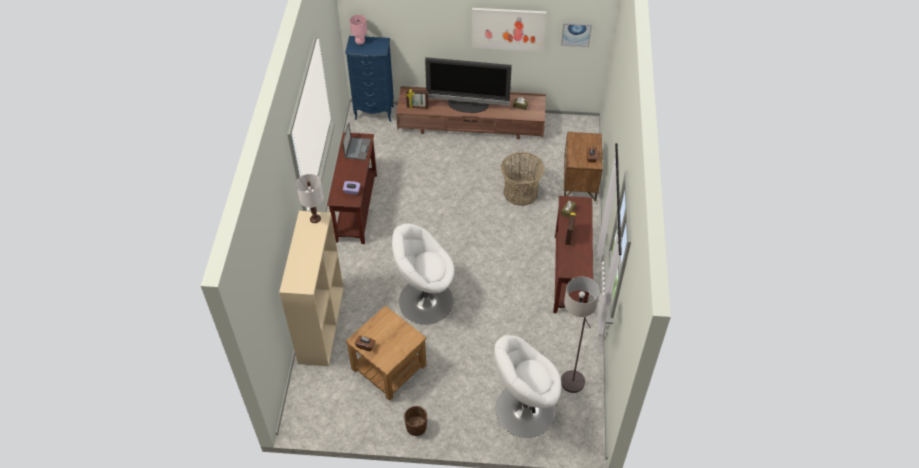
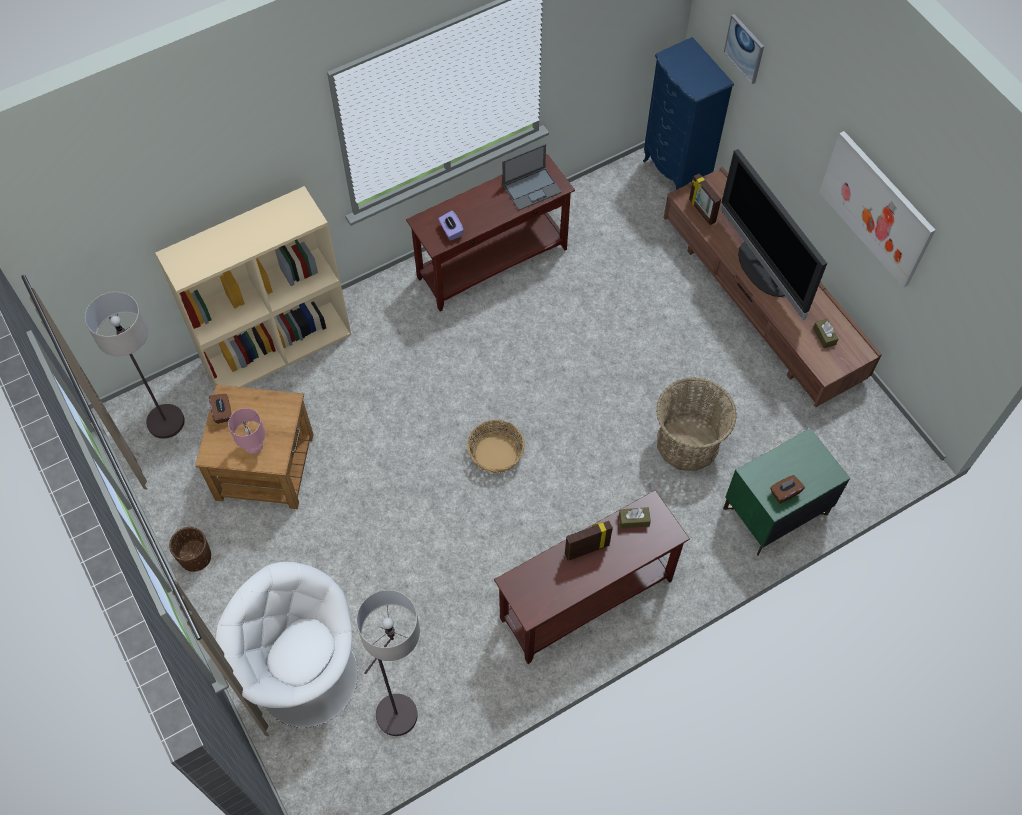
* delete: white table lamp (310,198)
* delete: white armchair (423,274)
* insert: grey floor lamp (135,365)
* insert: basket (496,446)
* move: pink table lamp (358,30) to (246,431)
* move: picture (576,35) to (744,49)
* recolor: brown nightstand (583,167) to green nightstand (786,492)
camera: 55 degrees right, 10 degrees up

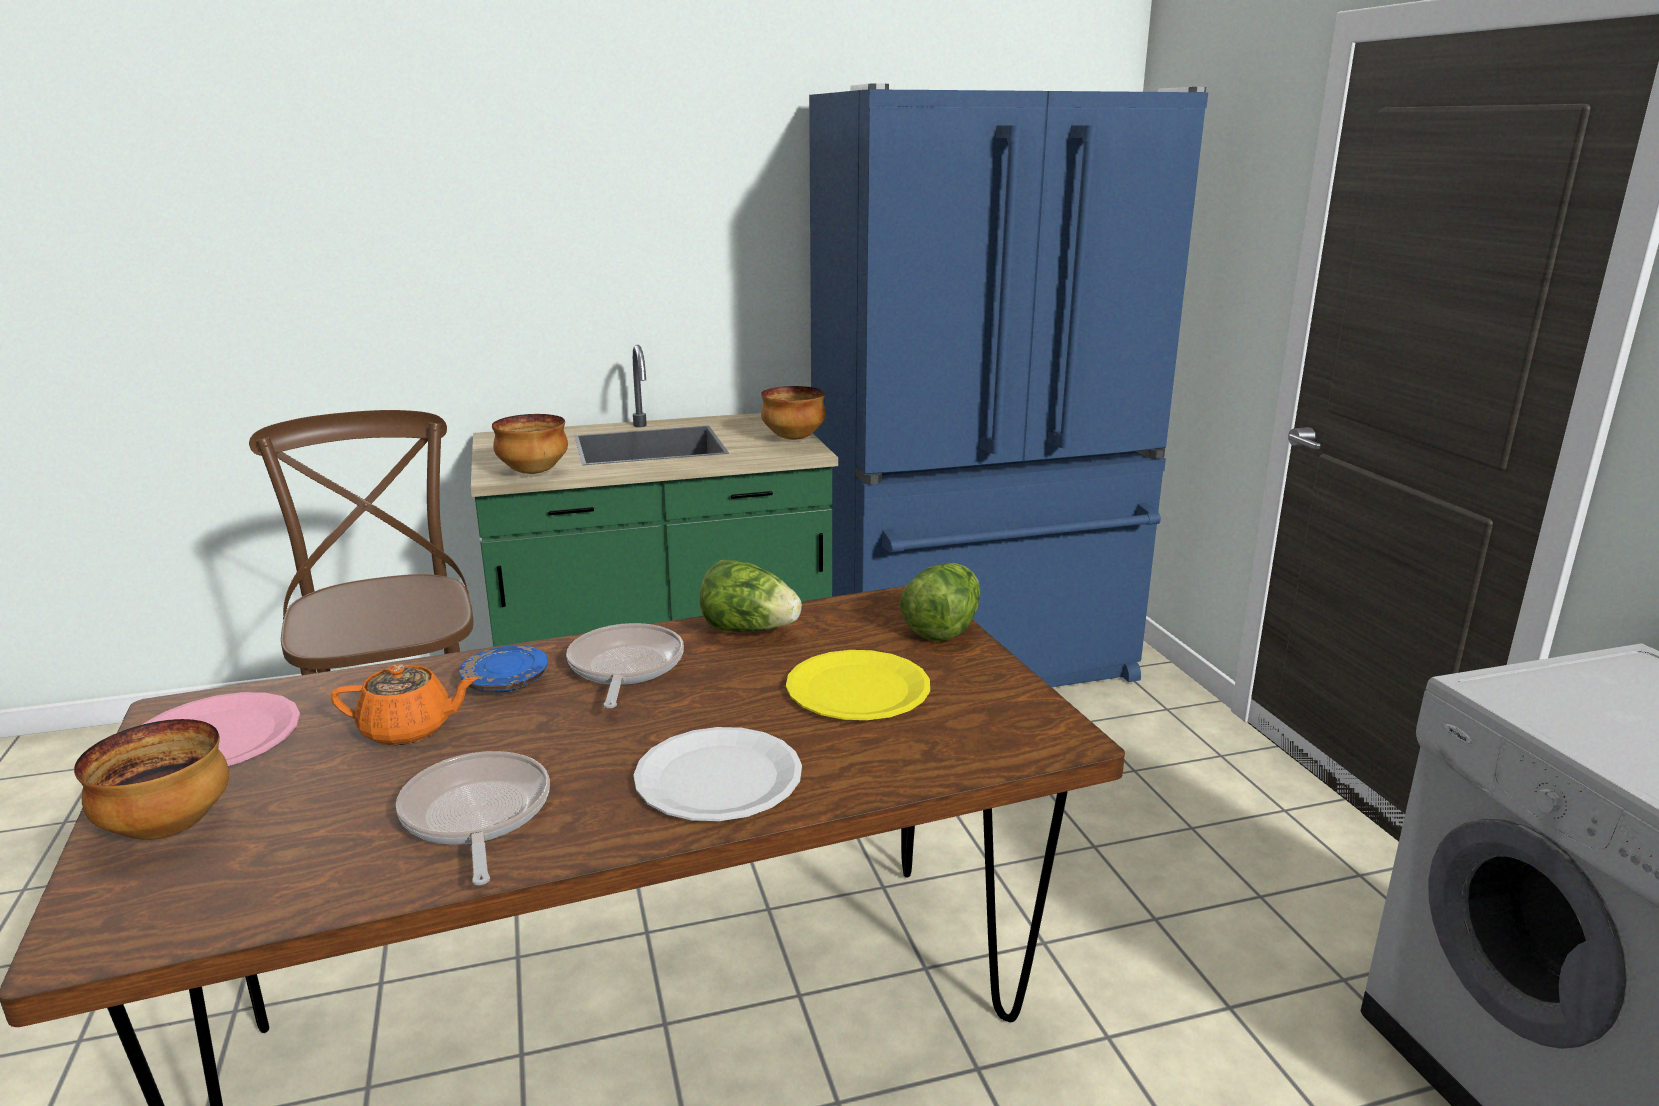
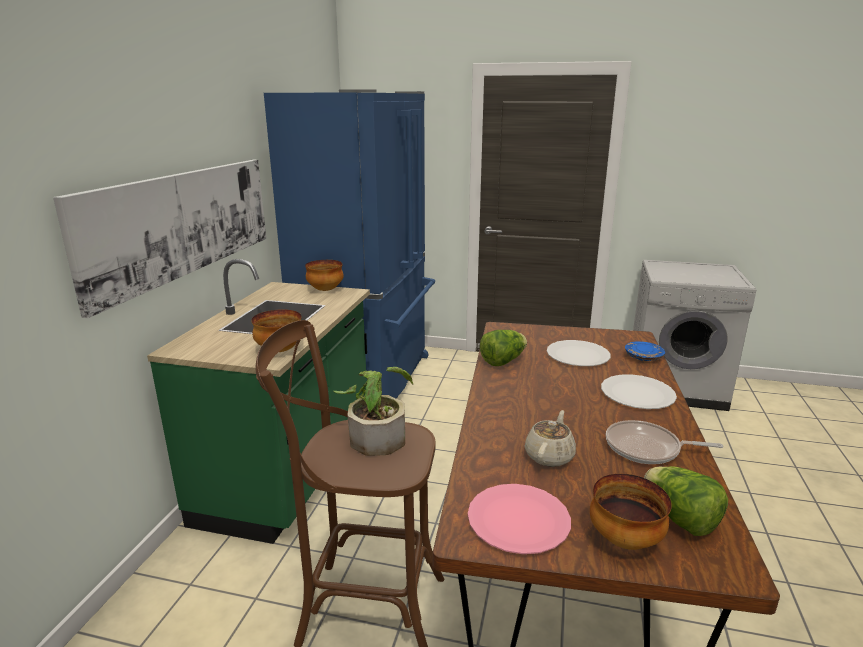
* delete: frying pan (625,665)
* insert: picture (159,239)
* insert: potted plant (373,411)
* move: blue plate (503,668) to (645,351)
* move: lettuce (940,602) to (686,501)
* recolor: orange teapot (404,704) to beige teapot (550,438)
* recolor: yellow plate (858,685) to white plate (578,353)
camera: 60 degrees left, 0 degrees up

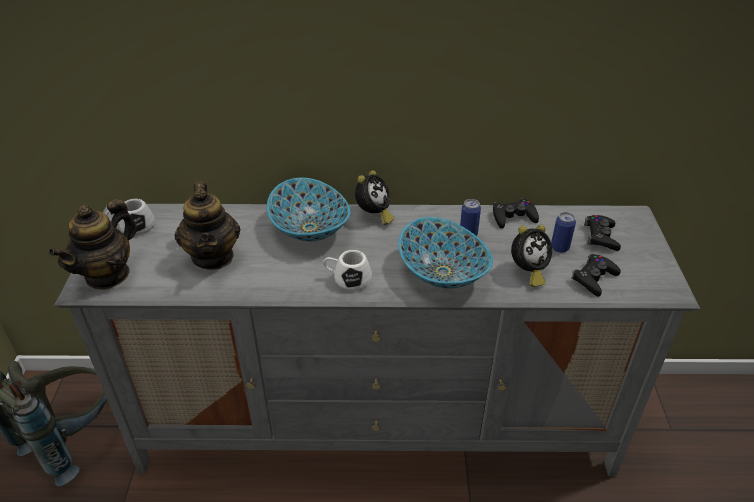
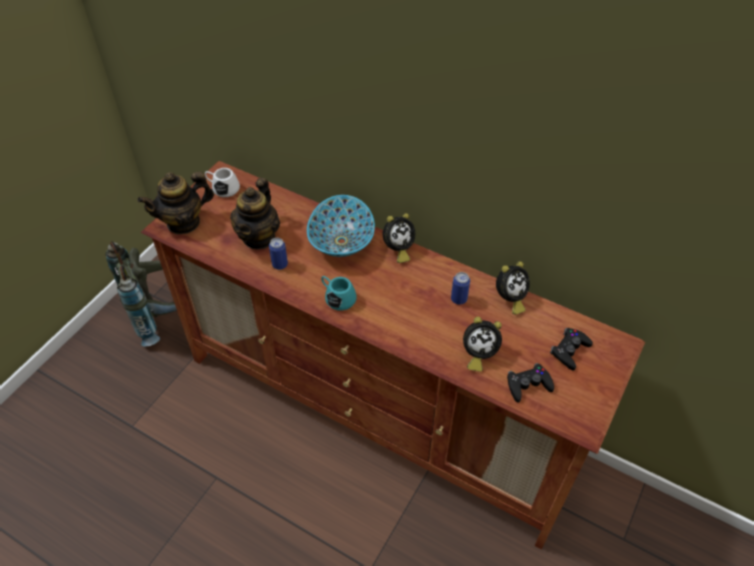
* delete: bowl (445,253)
* move: can (563,232) to (278,254)
* replace: black game controller (516,213) to alarm clock (513,288)
* recolor: grey dresser (377,340) to brown dresser (392,355)
* recolor: white mug (347,270) to turquoise mug (339,293)
camera: 30 degrees right, 10 degrees up

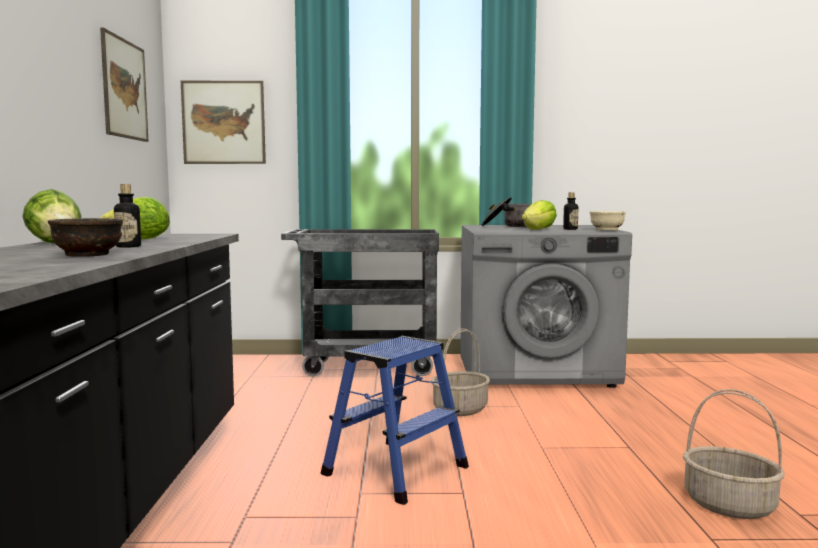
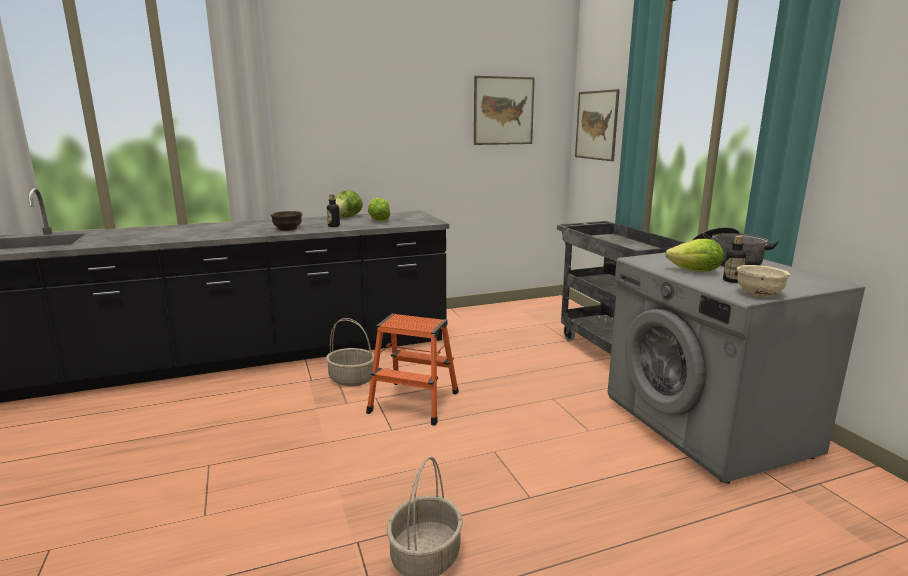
* move: basket (461,372) to (350,352)
* recolor: blue step ladder (395,420) to orange step ladder (412,369)
camera: 70 degrees right, 10 degrees up

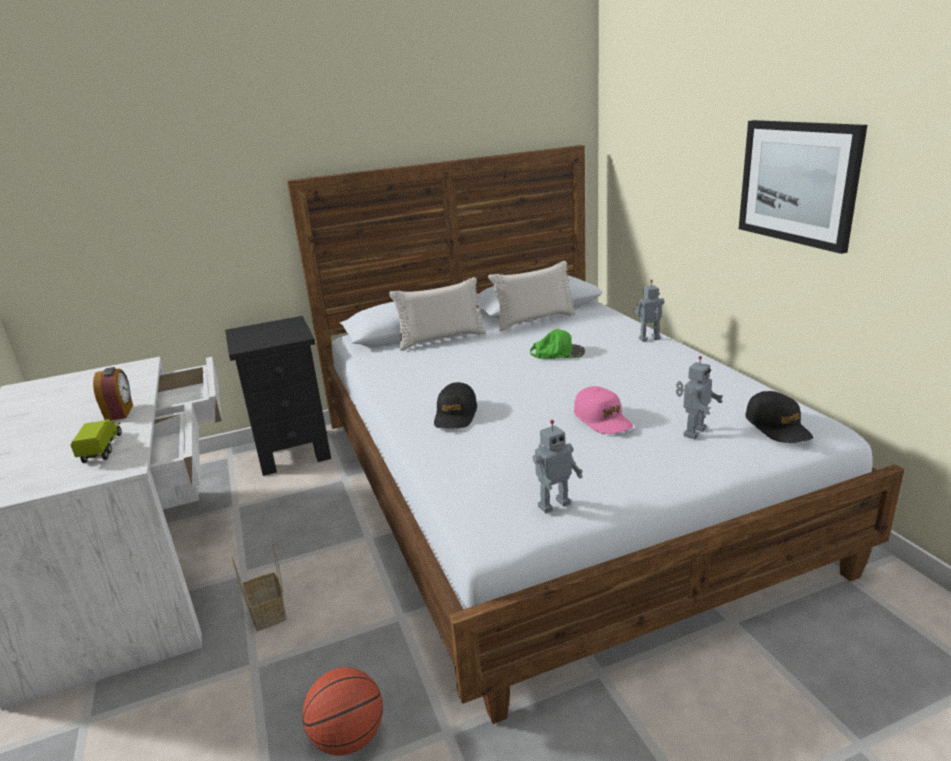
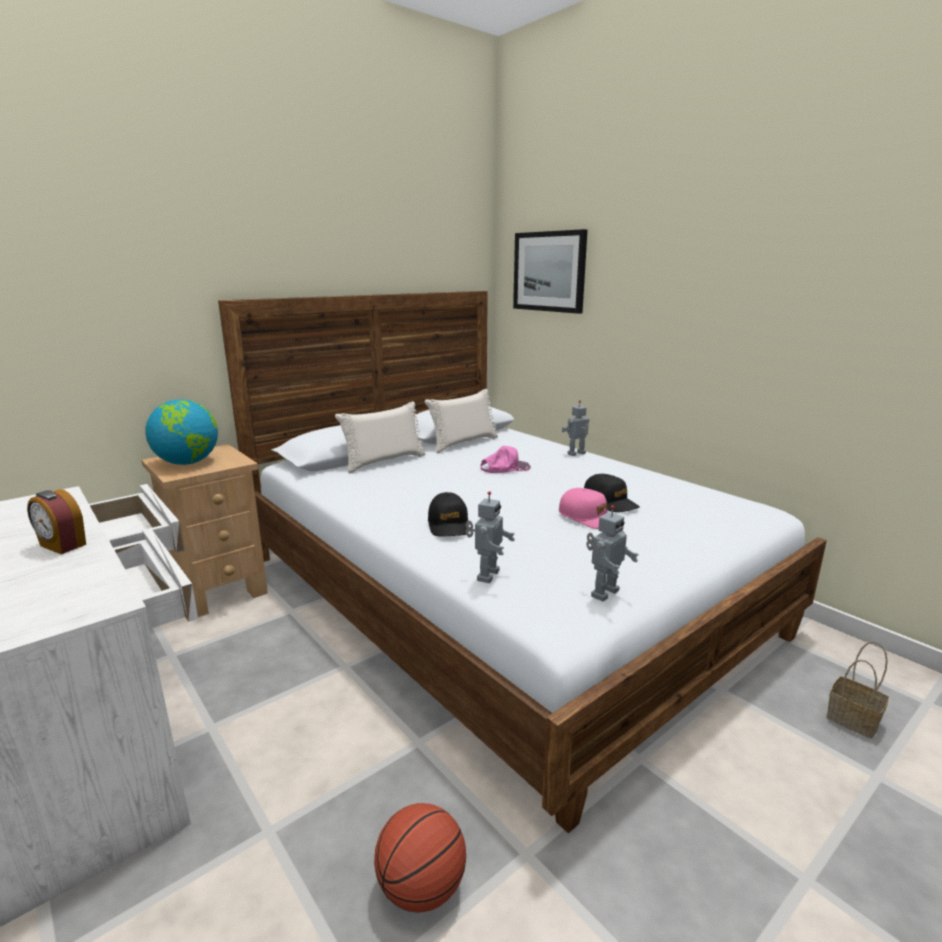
* delete: toy truck (96,441)
* insert: globe (182,432)
* move: basket (259,587) to (857,690)
* move: toy robot (699,397) to (490,537)
* move: picture (803,187) to (550,271)
* move: black cap (779,417) to (611,493)
* recolor: black nightstand (278,396) to beige nightstand (204,530)
* recolor: green cap (557,344) to pink cap (505,459)
* rotate: alarm clock (113,394) = (56,522) 150 degrees clockwise
camera: 20 degrees left, 5 degrees down

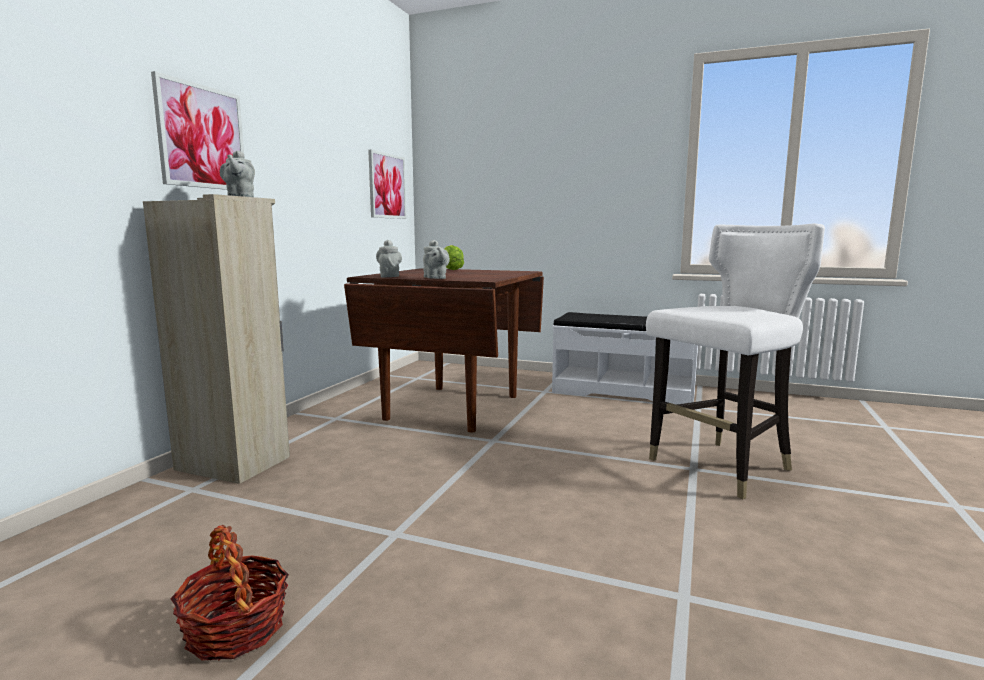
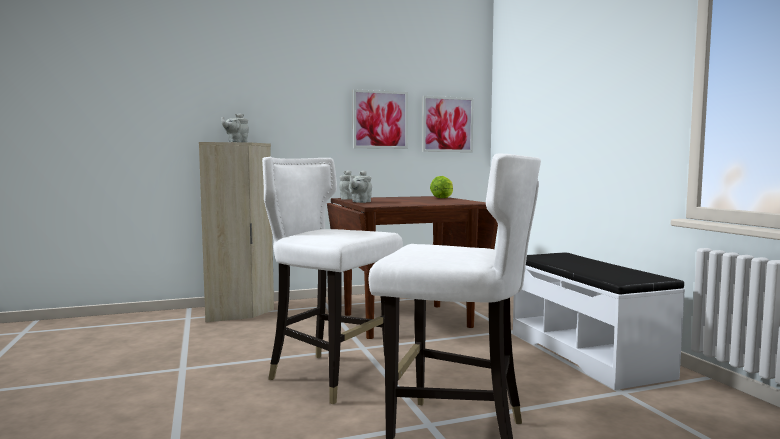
* delete: basket (229,593)
* insert: white chair (332,280)
* move: picture (198,130) to (380,119)
camera: 50 degrees right, 5 degrees down

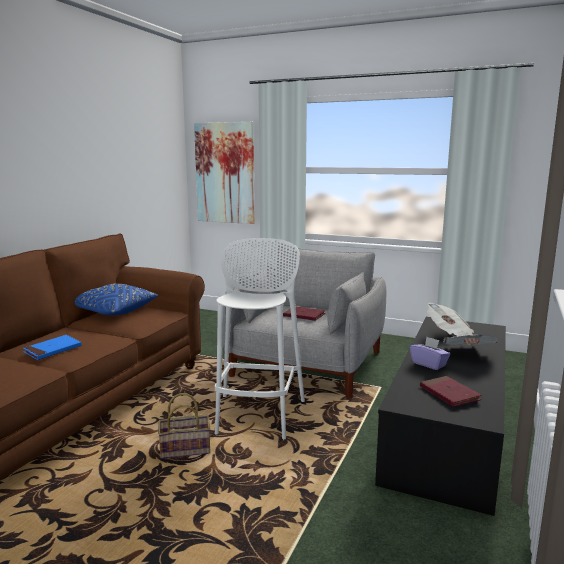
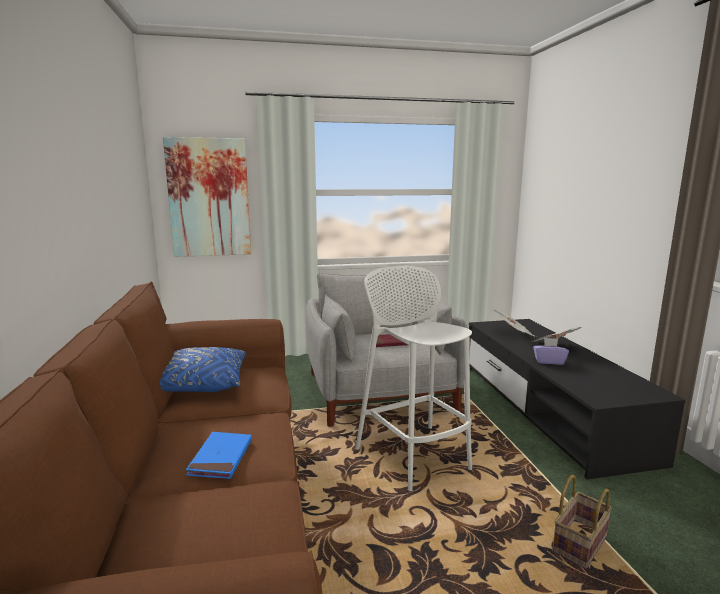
* delete: red book (451,391)
* move: basket (184,426) to (582,522)
camera: 35 degrees left, 0 degrees up

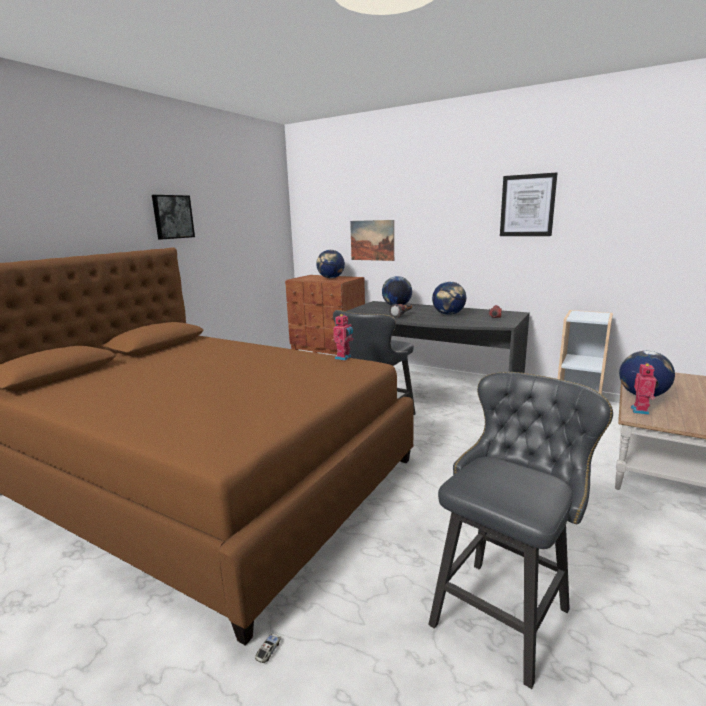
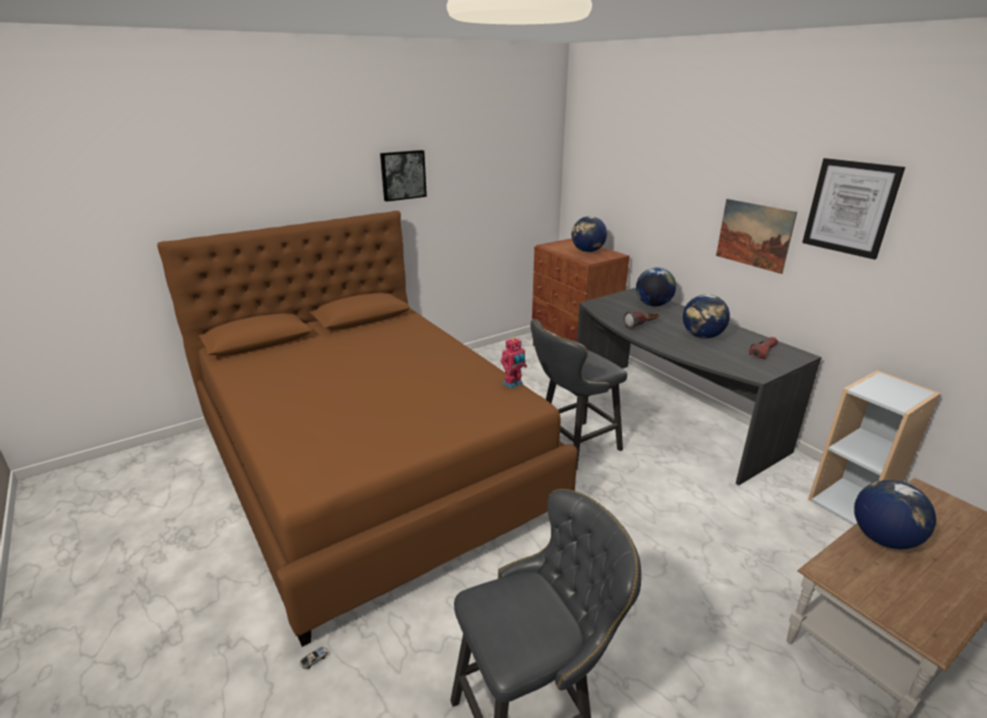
* delete: toy robot (645,389)
* move: picture (372,240) to (756,236)
camera: 25 degrees right, 10 degrees up

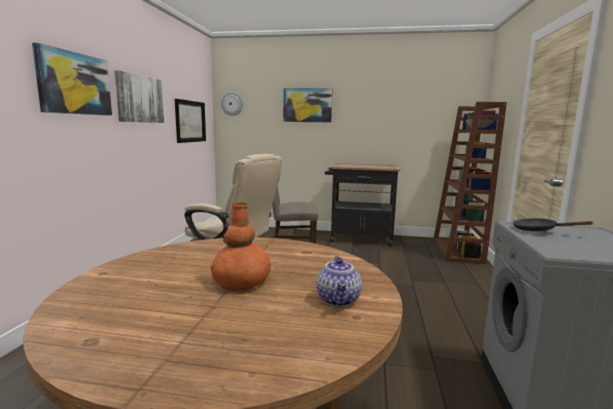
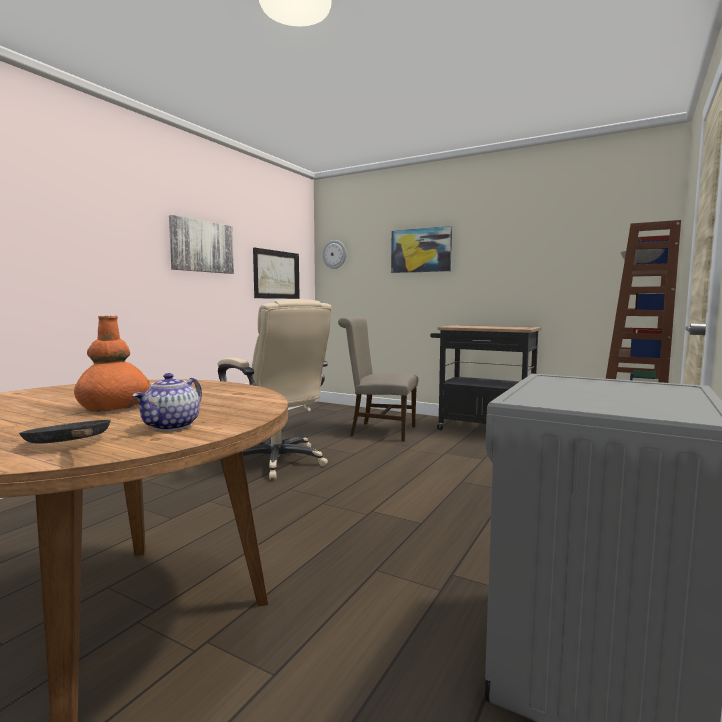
* delete: picture (72,79)
* move: black frying pan (553,224) to (65,432)
camera: 20 degrees right, 5 degrees down

